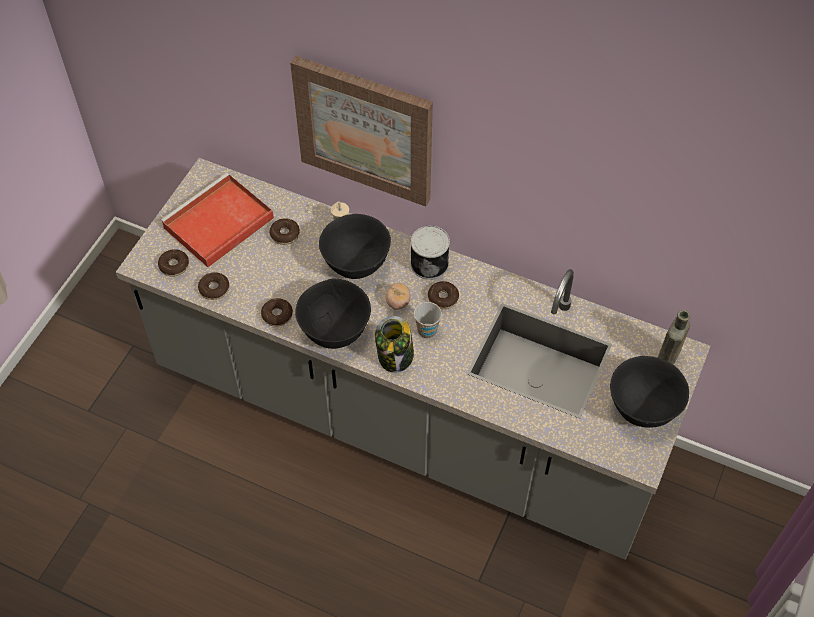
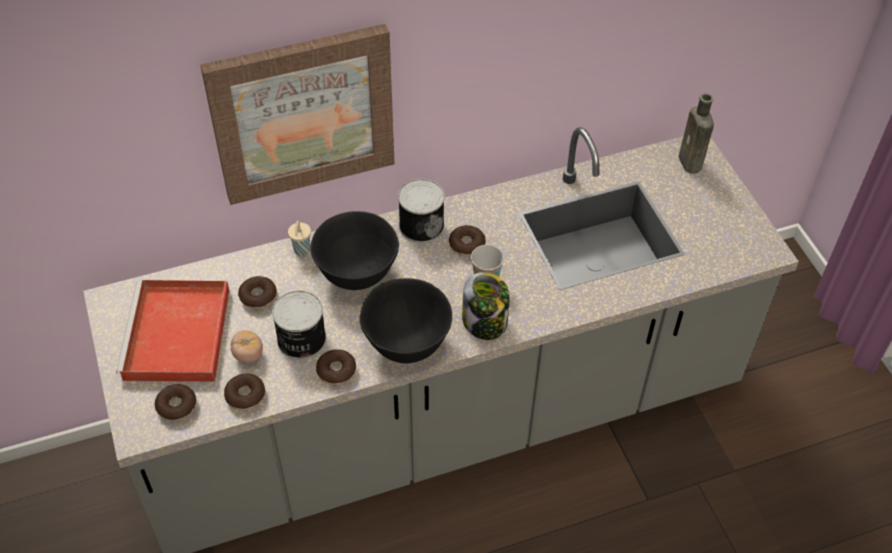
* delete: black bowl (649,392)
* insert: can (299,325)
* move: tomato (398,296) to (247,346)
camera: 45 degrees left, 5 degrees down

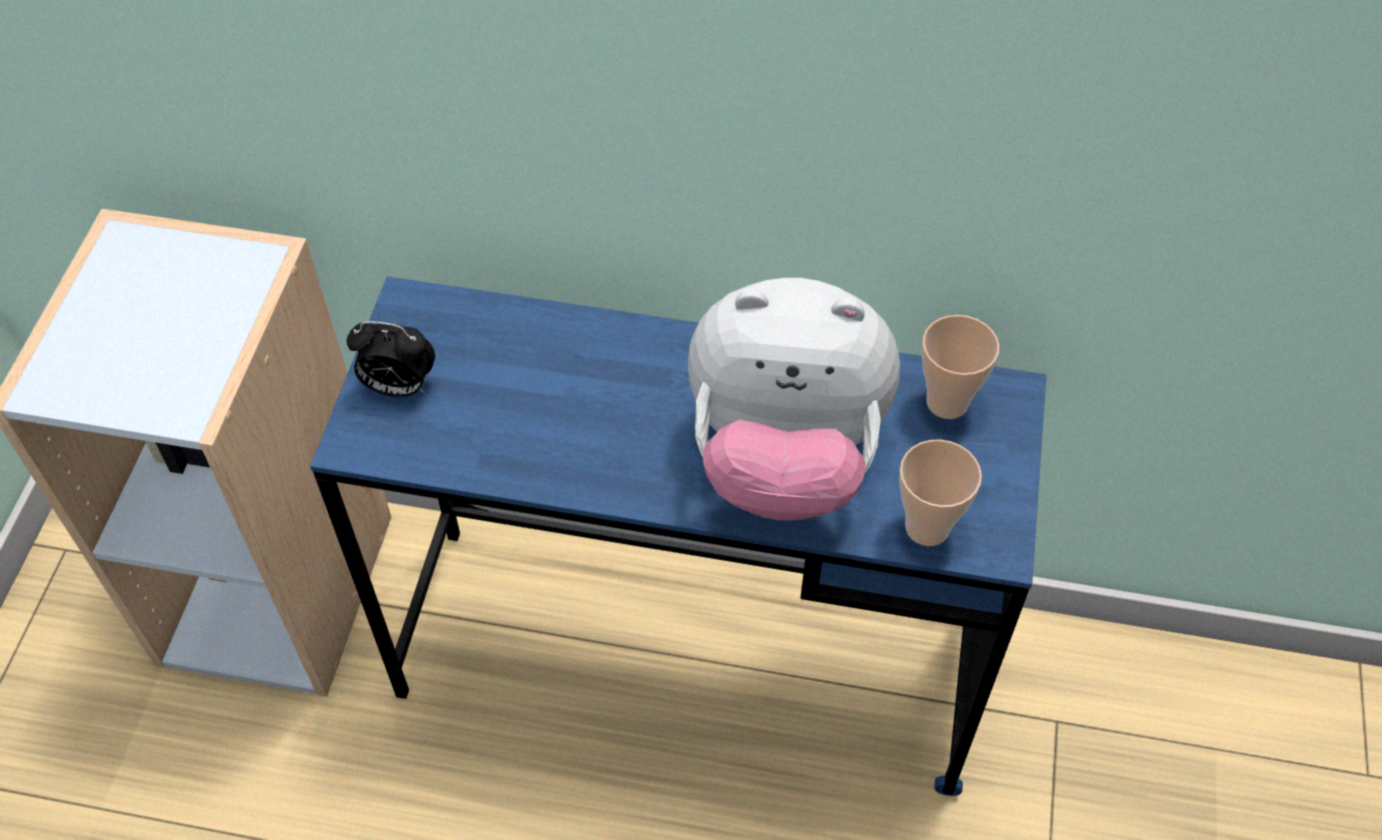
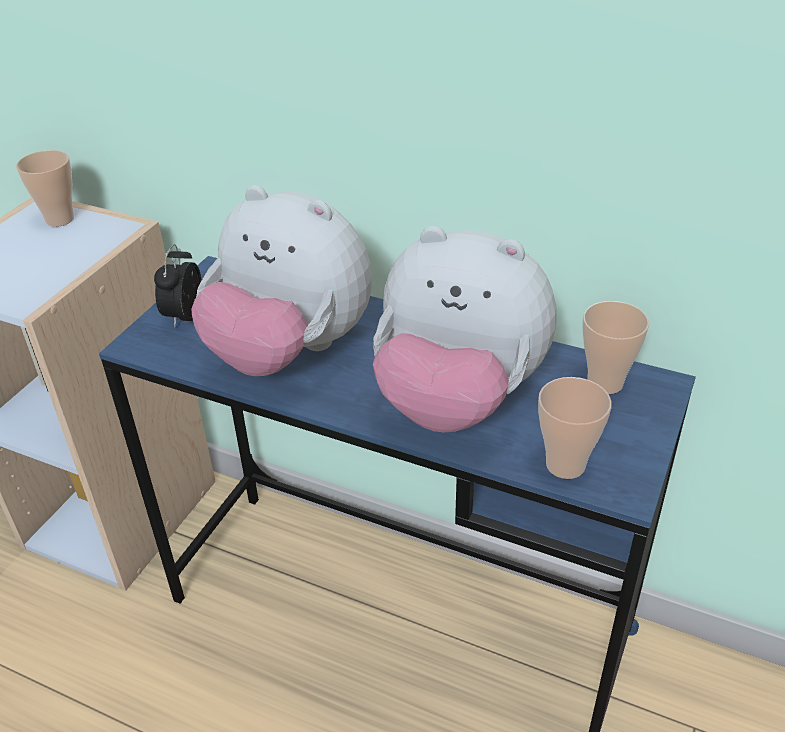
* insert: cup (45,188)
* insert: plush toy (281,280)
* rotate: alarm clock (391,359) = (178,286) 75 degrees clockwise
camera: 15 degrees right, 15 degrees down

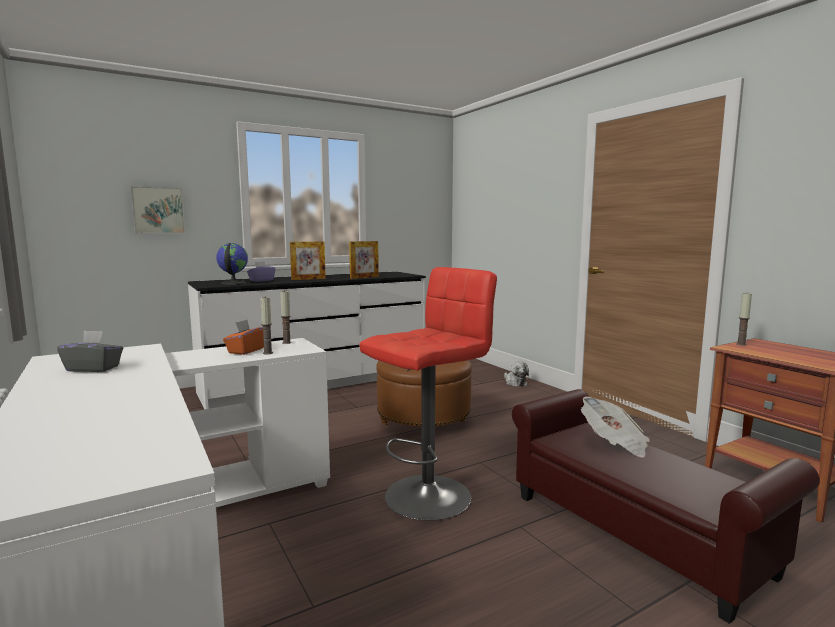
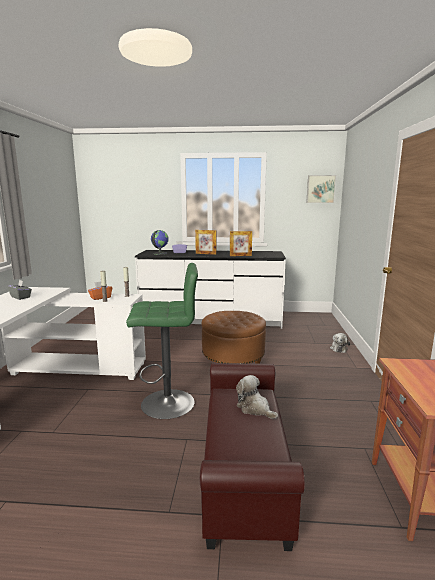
* delete: candle (744,319)
* move: picture (158,210) to (321,189)
* replace: newspaper (615,427) to plush toy (257,397)
* recolor: red stool (428,394) to green stool (162,341)
camera: 35 degrees right, 5 degrees up

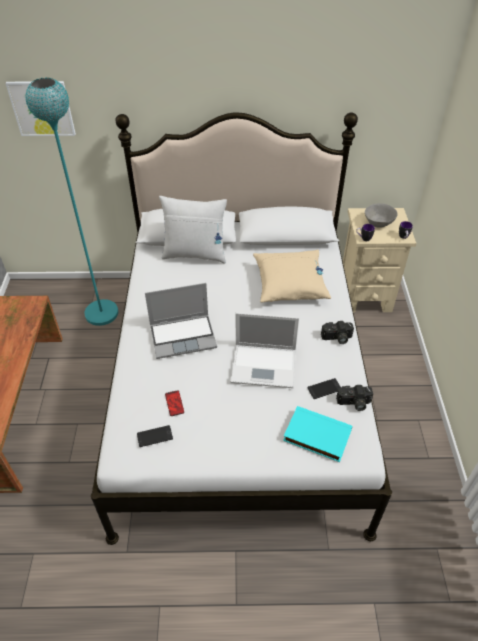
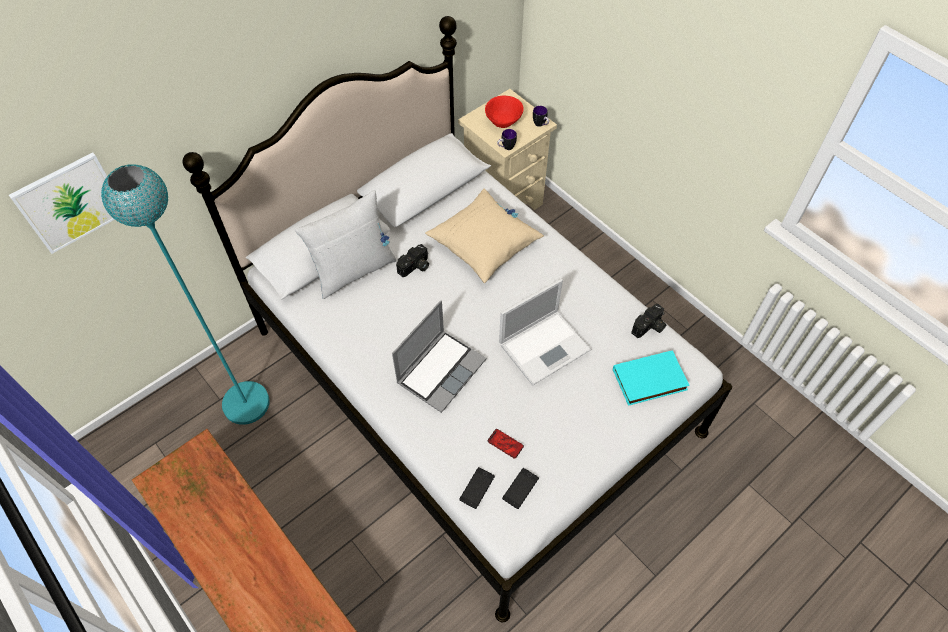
* move: phone (324,388) to (477,488)
* move: photo camera (337,332) to (412,260)
* recolor: grey bowl (381,215) to red bowl (504,112)
camera: 40 degrees left, 10 degrees up

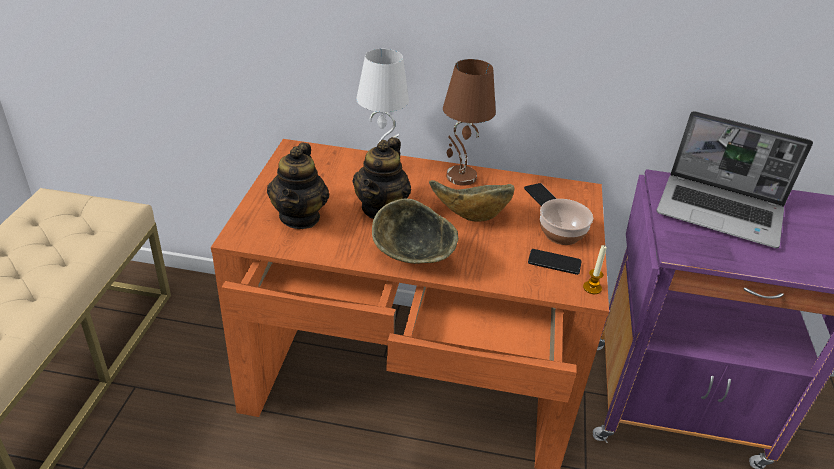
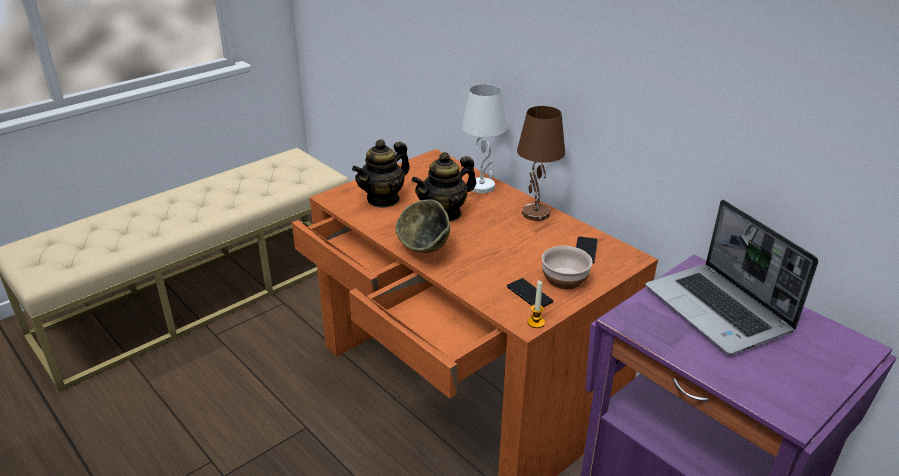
* delete: bowl (471,200)
camera: 40 degrees right, 5 degrees down

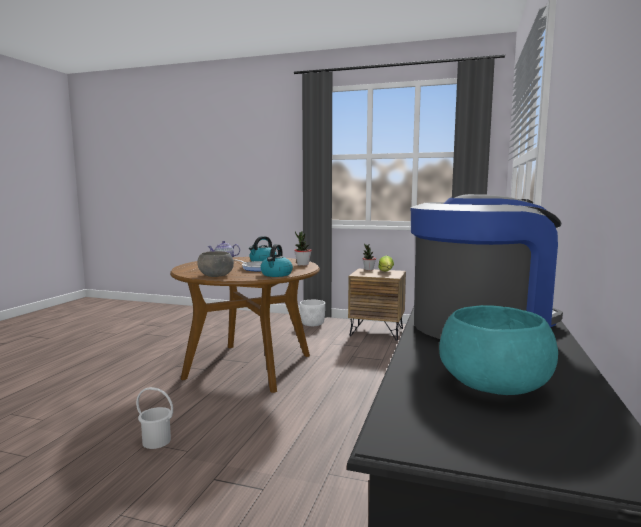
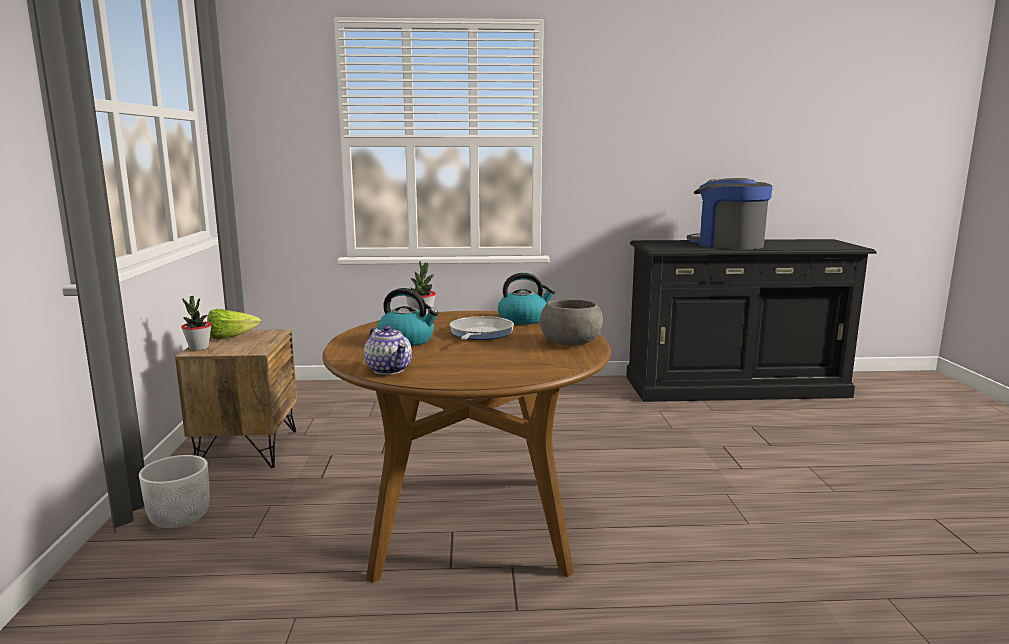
* delete: white bucket (154,418)
* delete: turquoise bowl (498,350)
camera: 110 degrees left, 5 degrees up

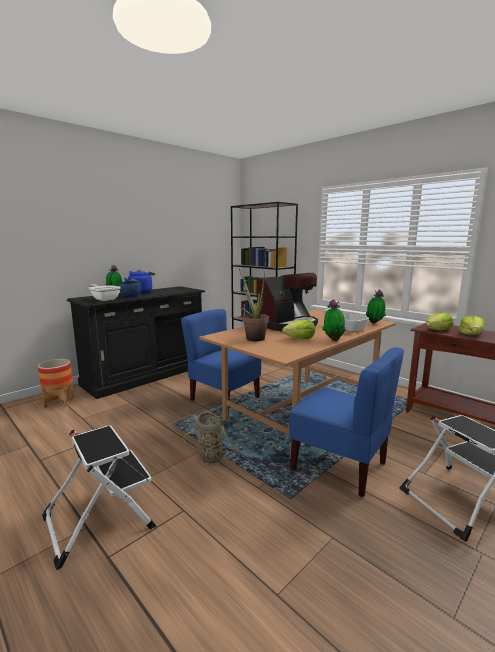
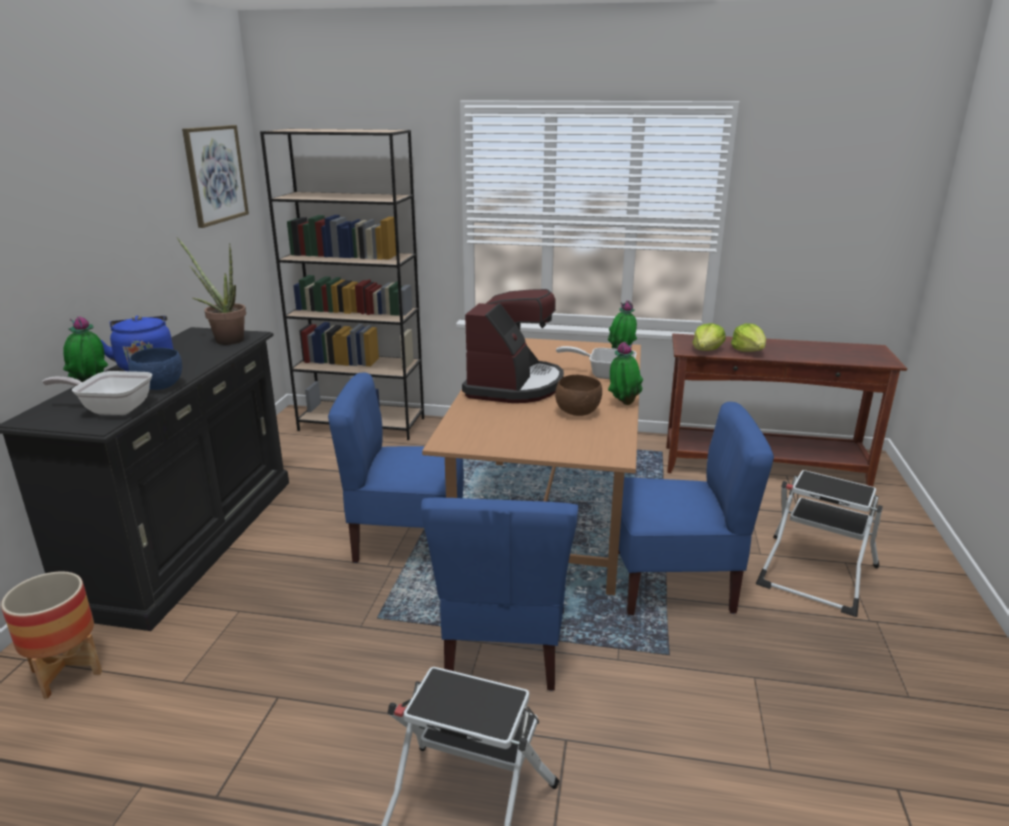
* insert: picture (215,176)
* move: potted plant (254,305) to (211,291)
* replace: basket (212,440) to blue chair (499,594)
* replace: lettuce (298,329) to brown bowl (578,395)
camera: 35 degrees left, 10 degrees up

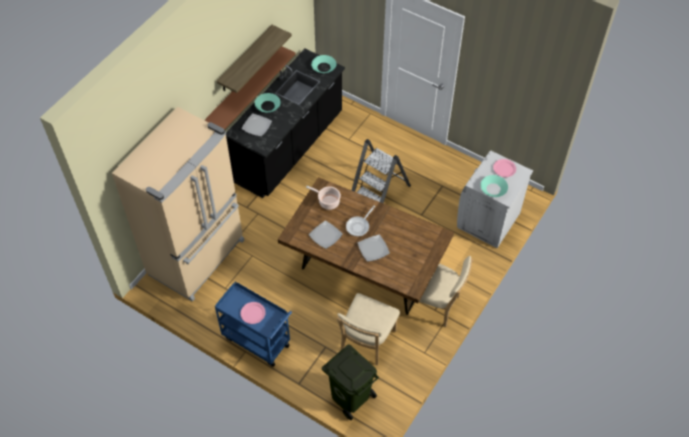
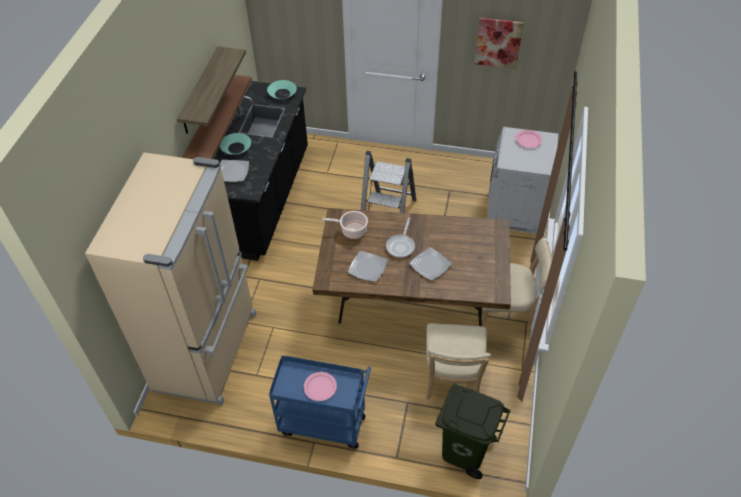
* delete: turquoise bowl (494,186)
* insert: picture (499,43)
camera: 20 degrees left, 5 degrees down

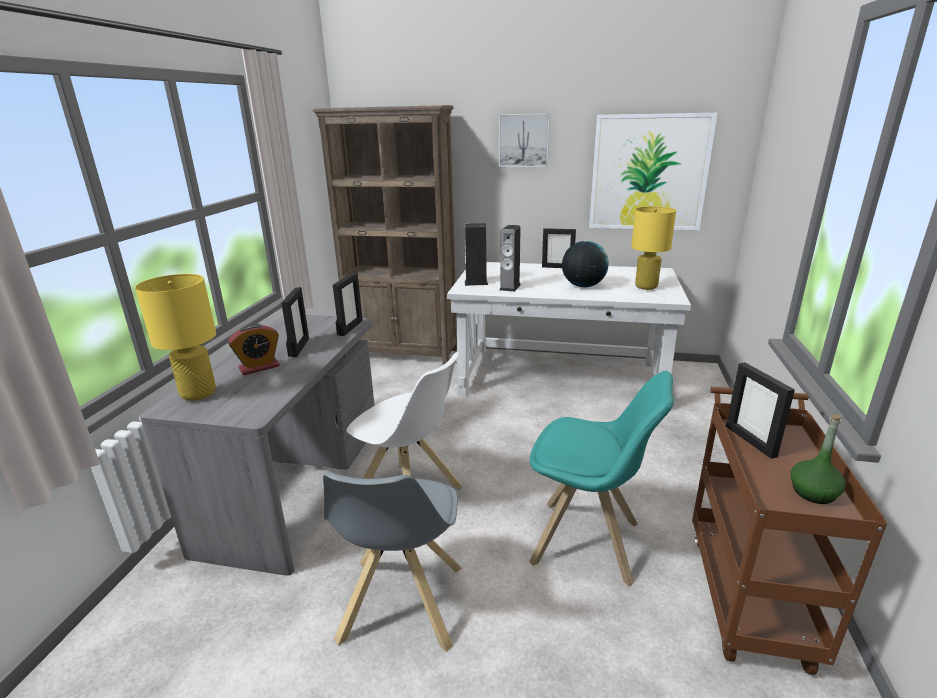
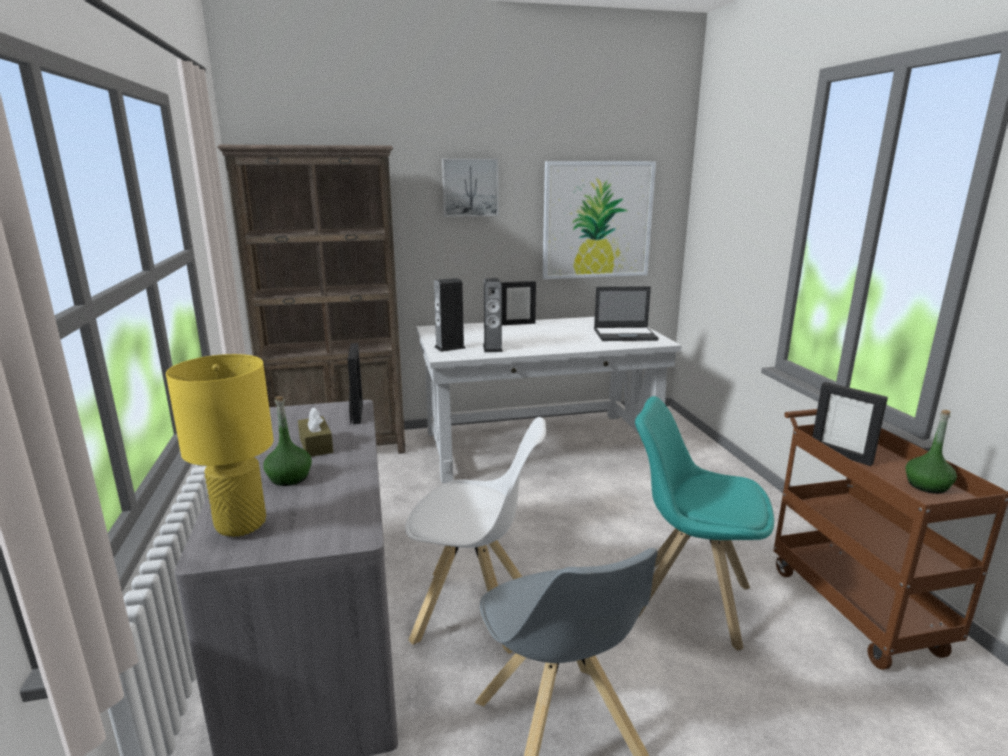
* delete: globe (585,264)
* replace: alarm clock (254,349) to green bottle (287,441)
* replace: picture frame (295,322) to brown tissue box (315,432)
* replace: yellow table lamp (653,248) to laptop (626,313)
* rotate: turquoise chair (601,478) = (704,523) 150 degrees counterclockwise
camera: 25 degrees left, 5 degrees down

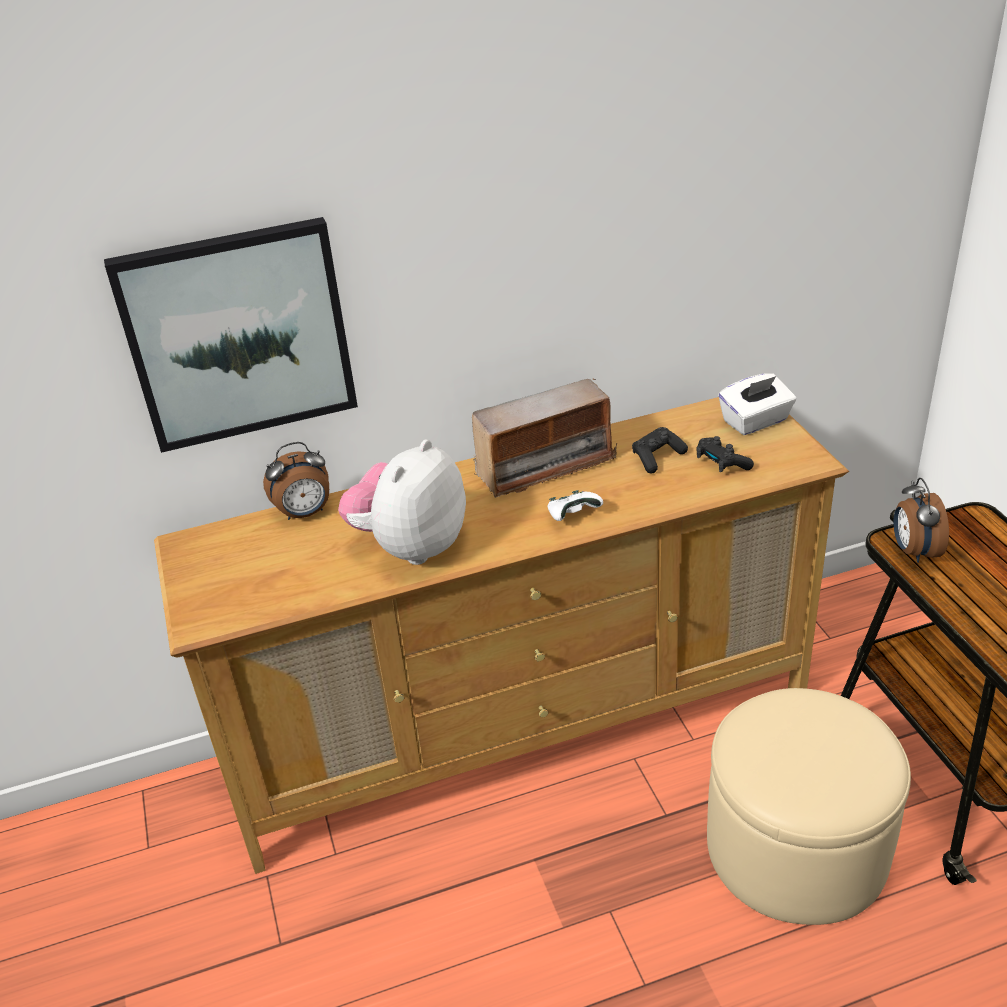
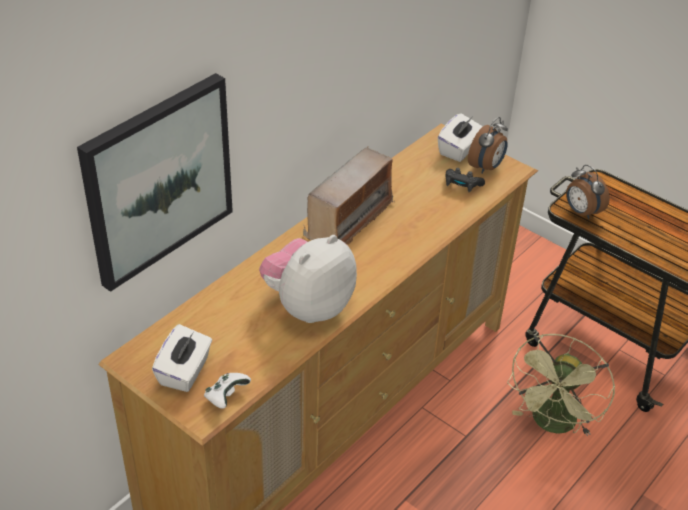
* delete: black game controller (660,450)
* insert: white tissue box (182,358)
* move: alarm clock (296,481) to (488,145)
* move: white game controller (575,505) to (227,391)
* replace: beige ottoman (809,806) to green fan (561,385)
* rotate: plush toy (402,502) = (308,279) 45 degrees clockwise
camera: 35 degrees left, 5 degrees up

